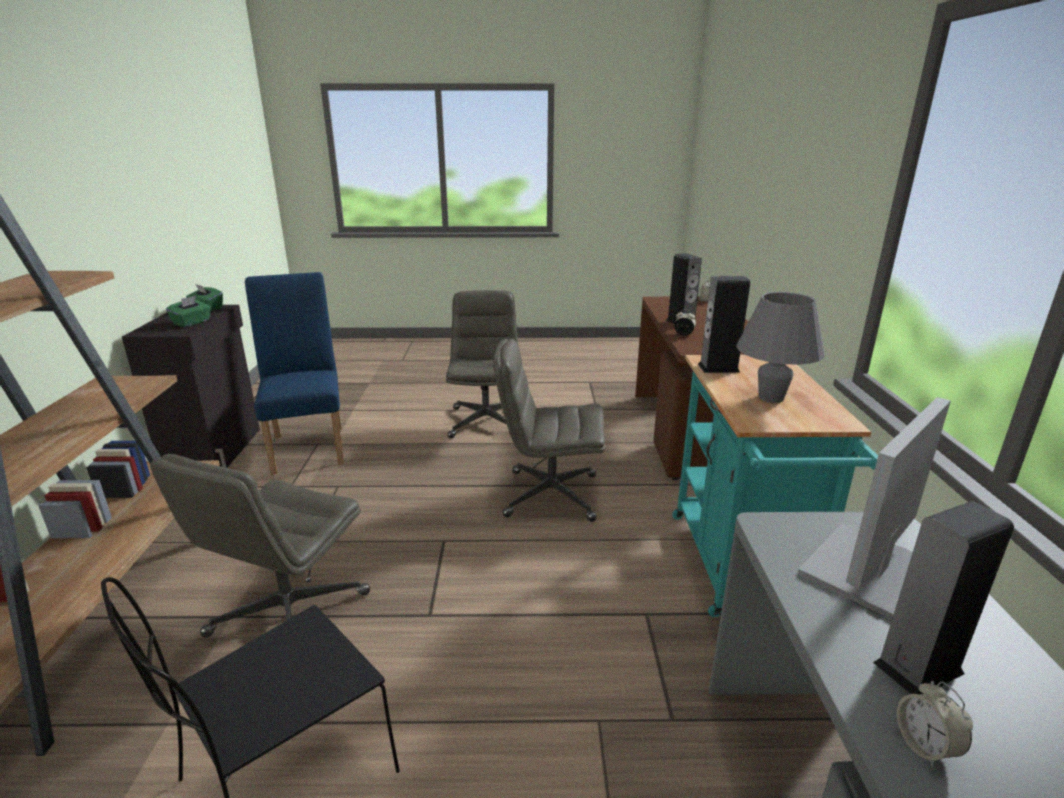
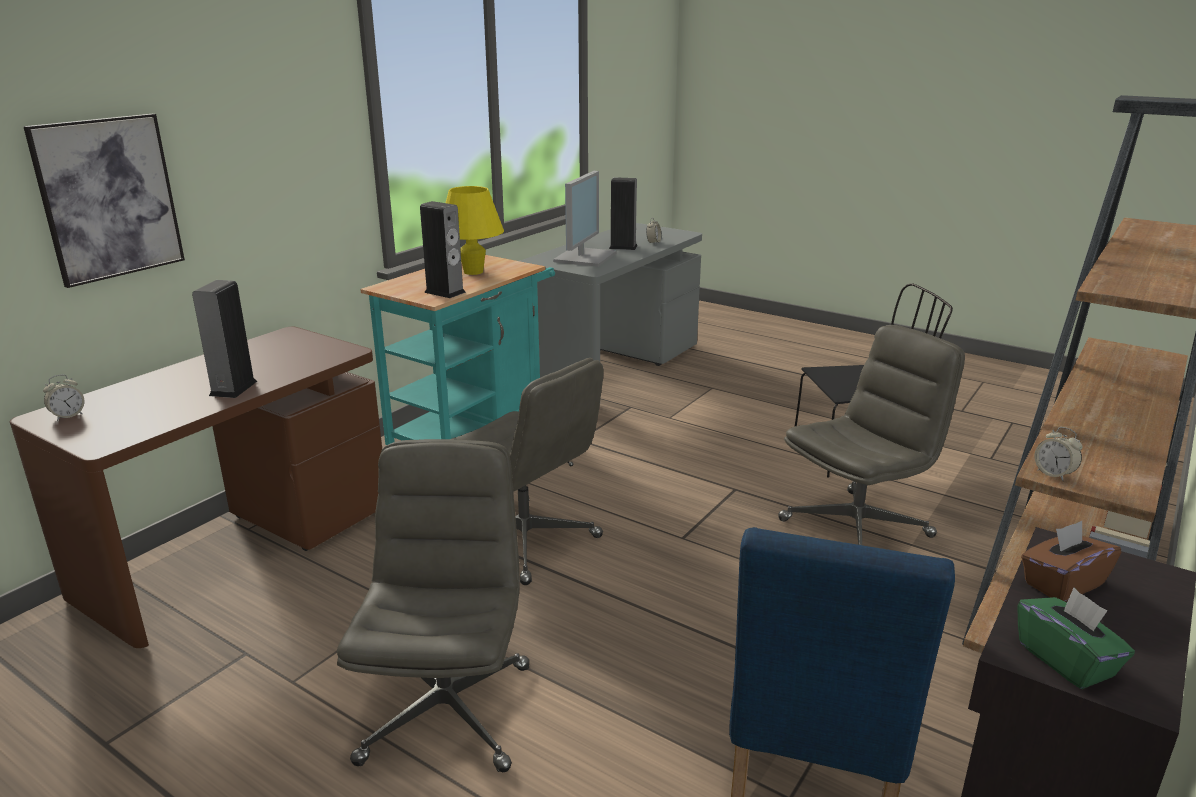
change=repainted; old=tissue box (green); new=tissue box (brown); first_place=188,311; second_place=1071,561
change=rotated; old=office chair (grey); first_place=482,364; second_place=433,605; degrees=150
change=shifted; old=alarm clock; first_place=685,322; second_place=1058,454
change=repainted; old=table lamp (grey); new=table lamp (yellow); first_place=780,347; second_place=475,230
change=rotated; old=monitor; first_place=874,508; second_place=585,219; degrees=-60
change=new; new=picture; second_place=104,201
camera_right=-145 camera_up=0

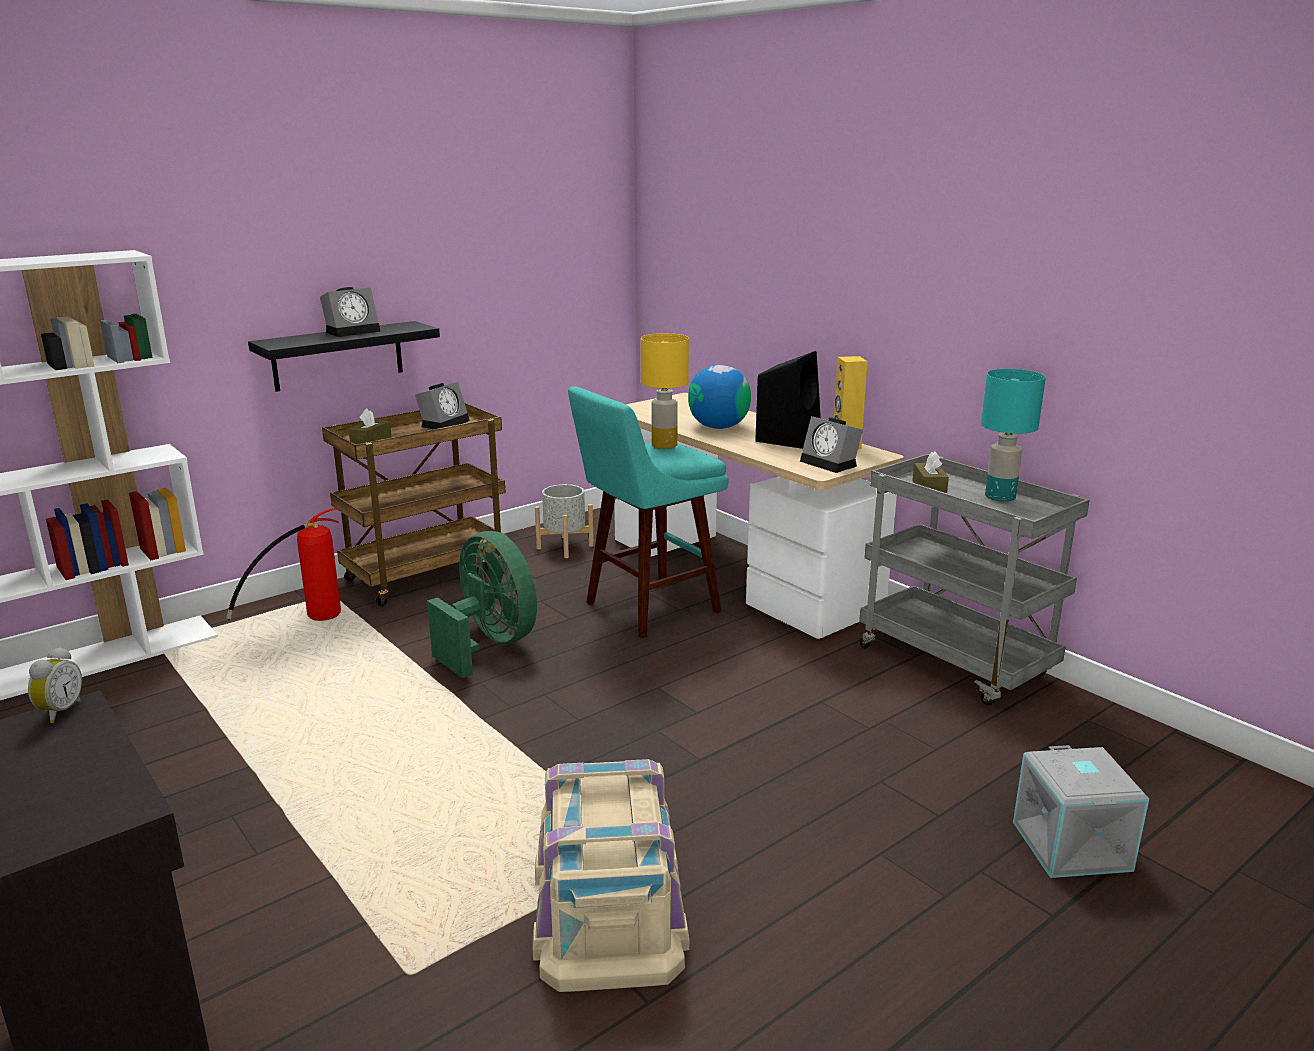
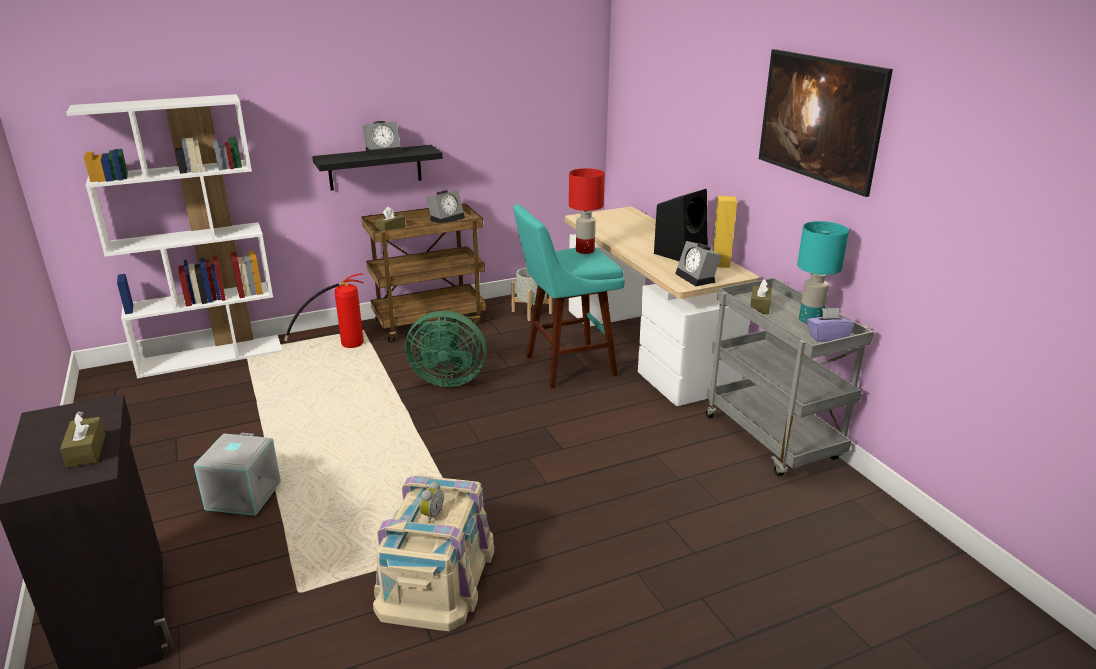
change=shifted; old=alarm clock; first_place=55,685; second_place=431,502
change=rotated; old=fan (green); first_place=482,604; second_place=446,349; degrees=120
change=repainted; old=table lamp (yellow); new=table lamp (red); first_place=665,391; second_place=587,211
change=gone; old=globe; first_place=719,397
change=shifted; old=storage box (grey); first_place=1081,811; second_place=237,474
change=new; new=tissue box (brown); second_place=83,439
change=new; new=picture; second_place=826,123
change=new; new=tissue box (purple); second_place=830,325
camera_right=15 camera_up=5

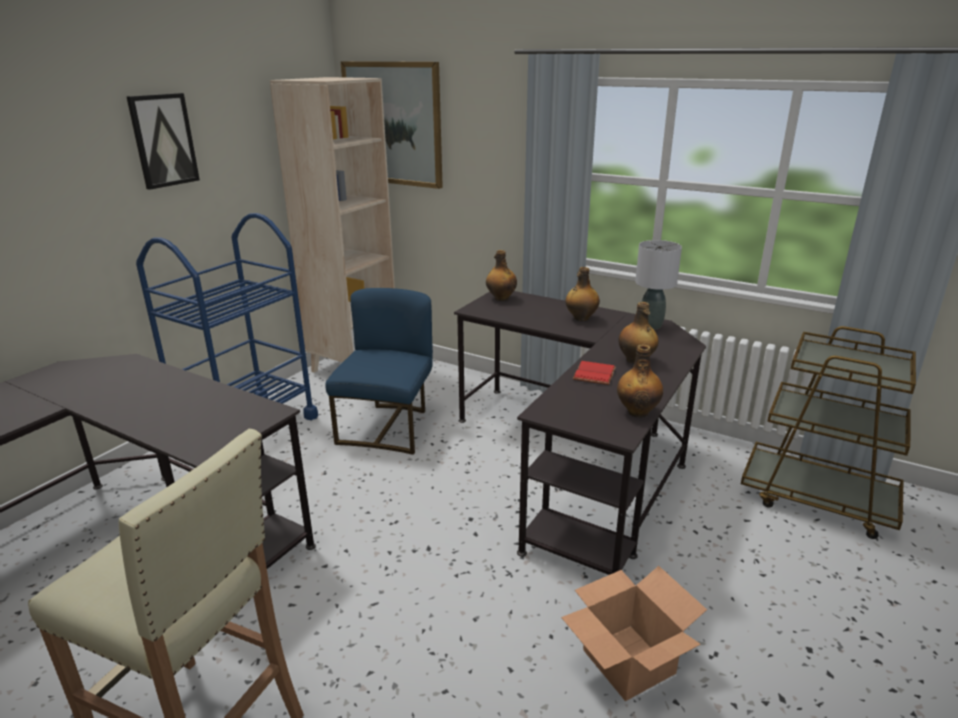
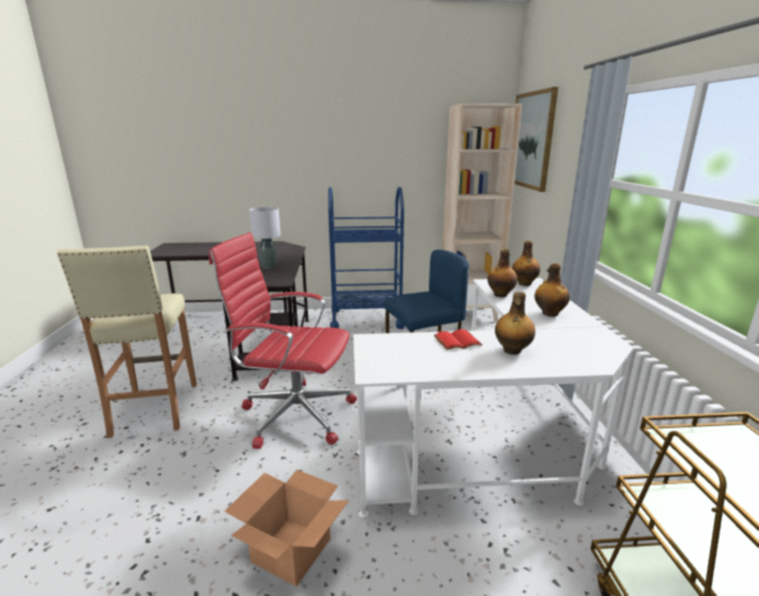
change=gone; old=picture; first_place=163,141
change=repainted; old=desk (black); new=desk (white); first_place=580,433; second_place=493,398
change=shifted; old=bottle; first_place=640,381; second_place=502,273
change=shifted; old=table lamp (grey); first_place=658,285; second_place=265,237
change=new; new=office chair (red); second_place=283,340
camera_right=55 camera_up=-5

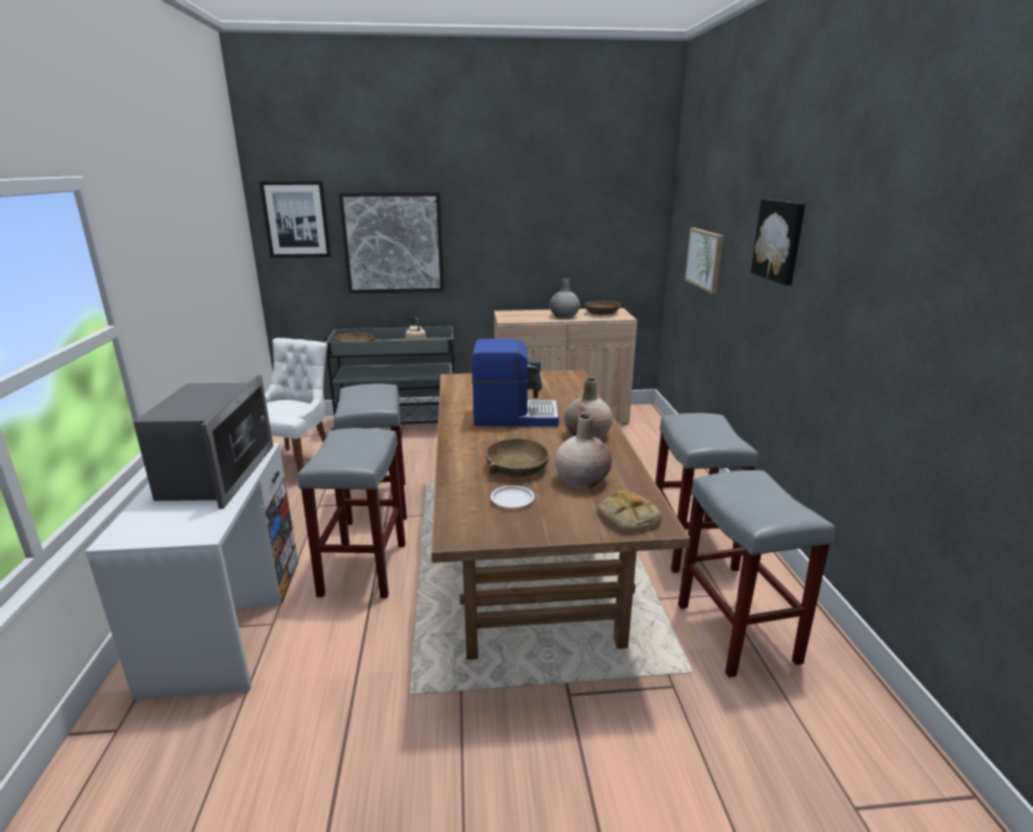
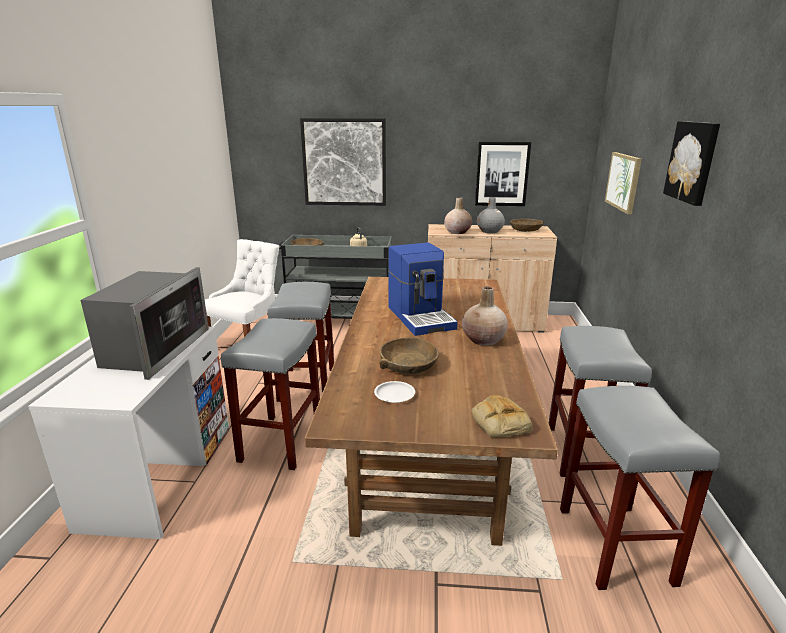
change=shifted; old=picture; first_place=295,219; second_place=503,174
change=rotated; old=coffee machine; first_place=515,382; second_place=423,289; degrees=60
change=shifted; old=vase (beige); first_place=583,452; second_place=458,215
camera_right=10 camera_up=0

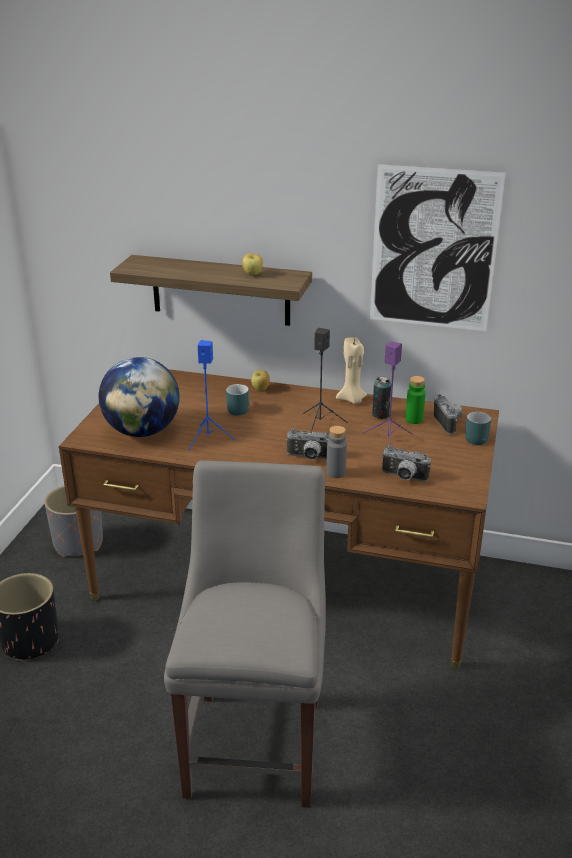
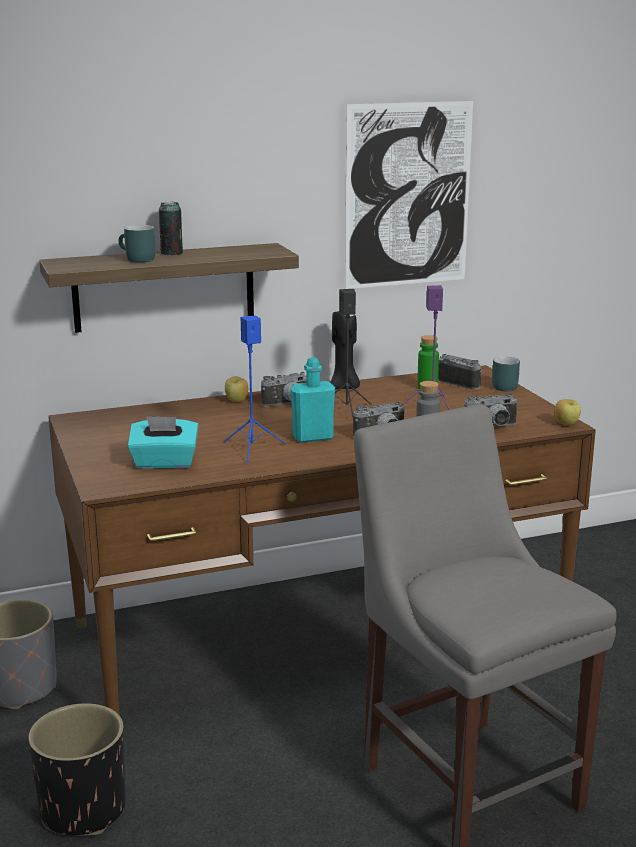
change=swapped; old=globe; new=tissue box (turquoise); first_place=139,397; second_place=163,442
change=shifted; old=mug (turquoise); first_place=237,400; second_place=137,244
change=shifted; old=apple; first_place=252,264; second_place=567,412
change=repainted; old=candle (beige); new=candle (black); first_place=351,370; second_place=345,350
change=shifted; old=can; first_place=381,398; second_place=171,228
change=new; new=photo camera; second_place=284,389
change=new; new=bottle (turquoise); second_place=313,400
camera_right=-35 camera_up=-10

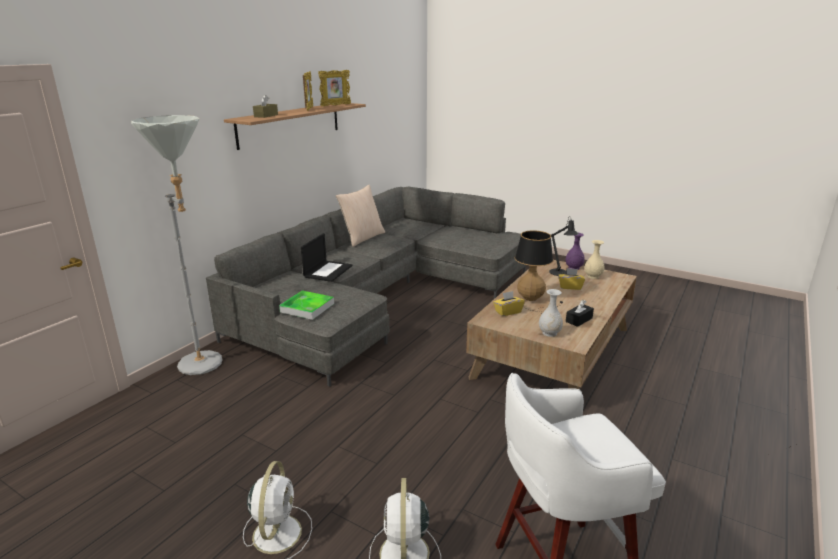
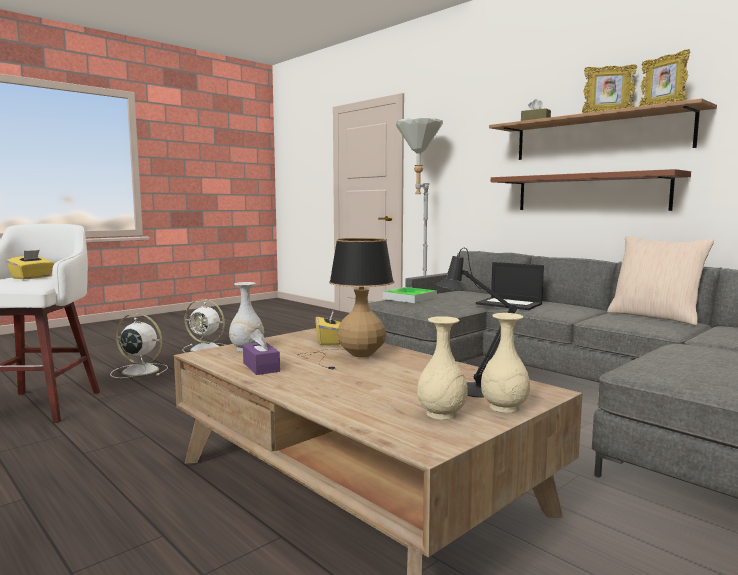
change=shifted; old=tissue box (yellow); first_place=571,279; second_place=30,264
change=repainted; old=vase (purple); new=vase (beige); first_place=575,251; second_place=505,363
change=repainted; old=tissue box (black); new=tissue box (purple); first_place=580,313; second_place=261,352
change=new; new=shelf (brown); second_place=591,190
camera_right=105 camera_up=-15

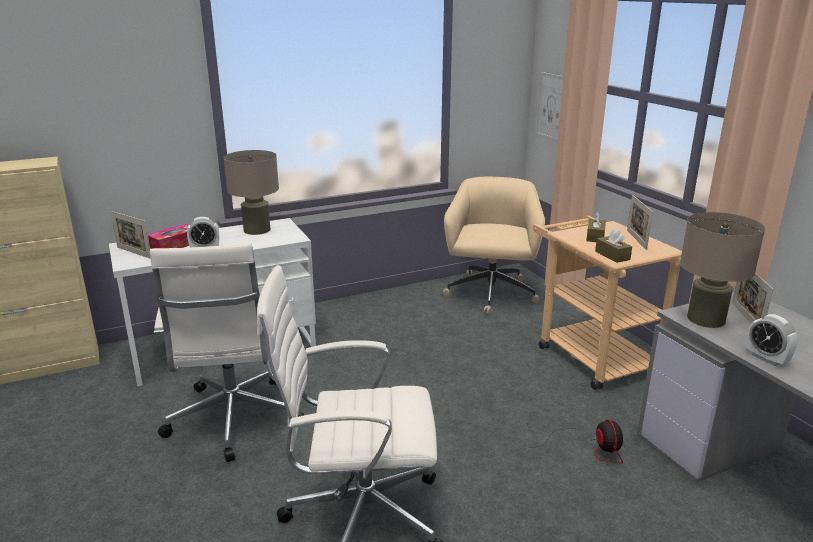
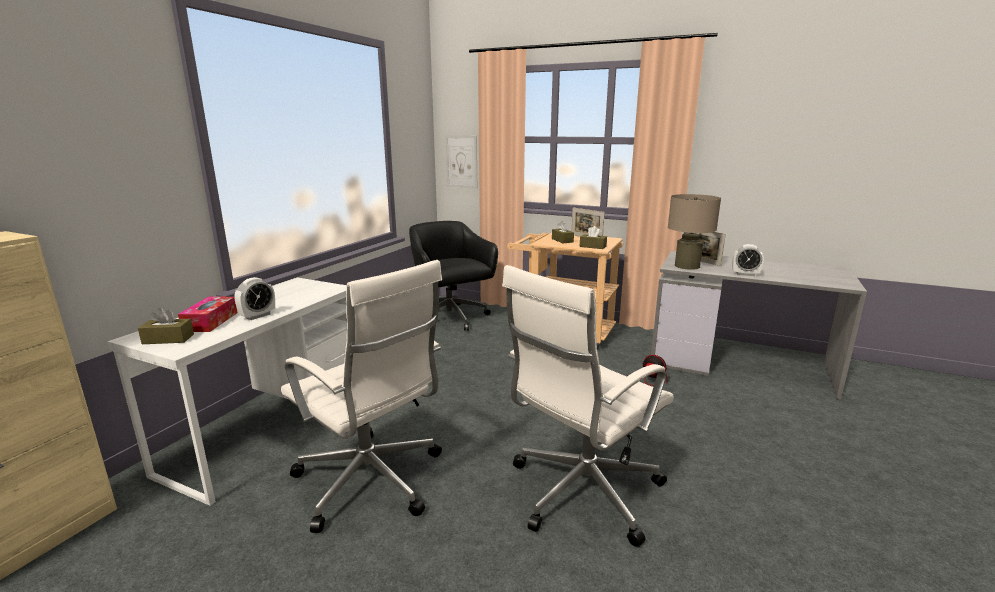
change=swapped; old=picture frame; new=tissue box (brown); first_place=130,234; second_place=166,325
change=gone; old=table lamp (beige); first_place=251,192
change=repainted; old=office chair (beige); new=office chair (black); first_place=494,245; second_place=453,276
camera_right=-40 camera_up=-5

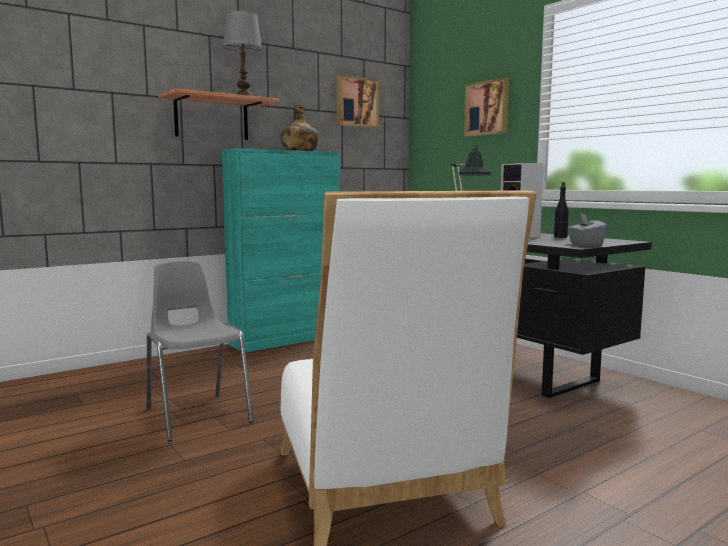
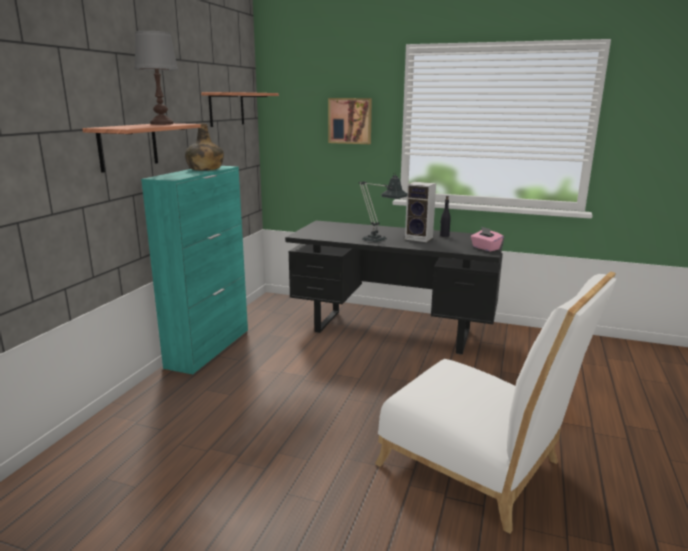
change=gone; old=chair (grey); first_place=200,351
change=swapped; old=picture; new=shelf; first_place=357,101; second_place=240,109
change=repainted; old=tissue box (grey); new=tissue box (pink); first_place=587,229; second_place=487,238
camera_right=-35 camera_up=10

